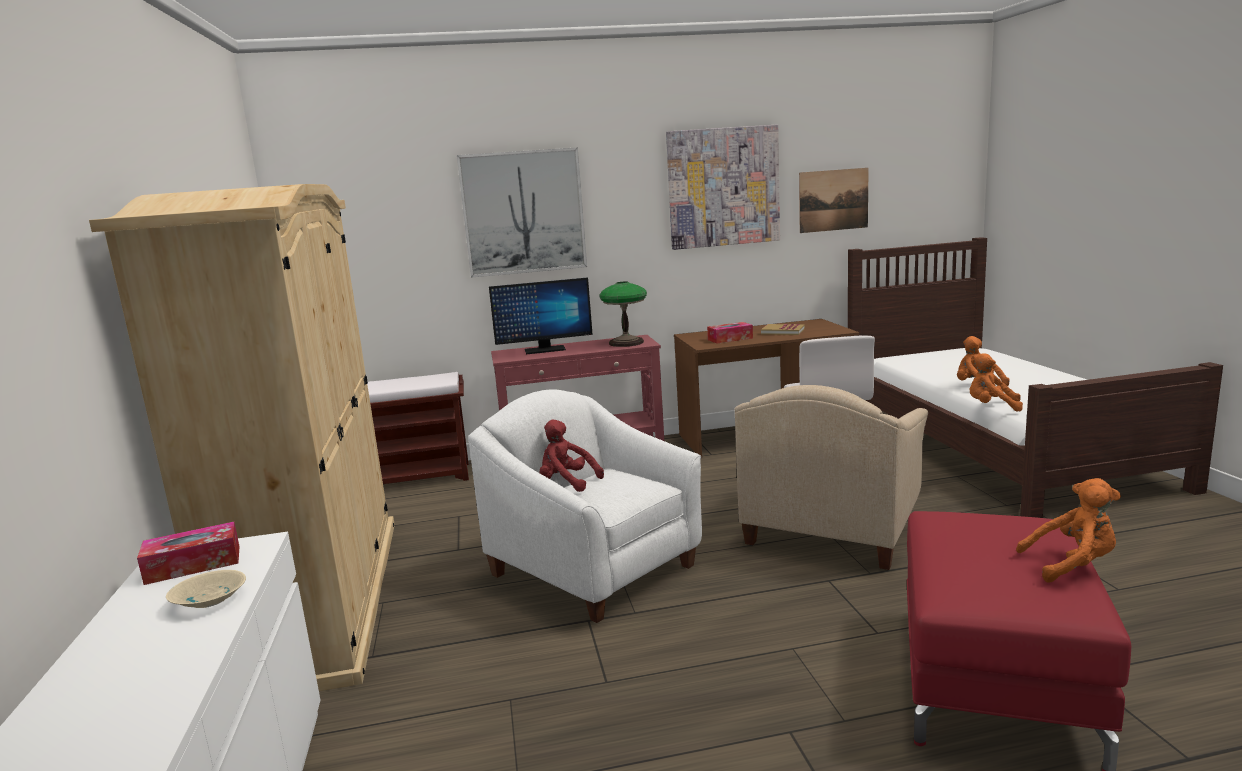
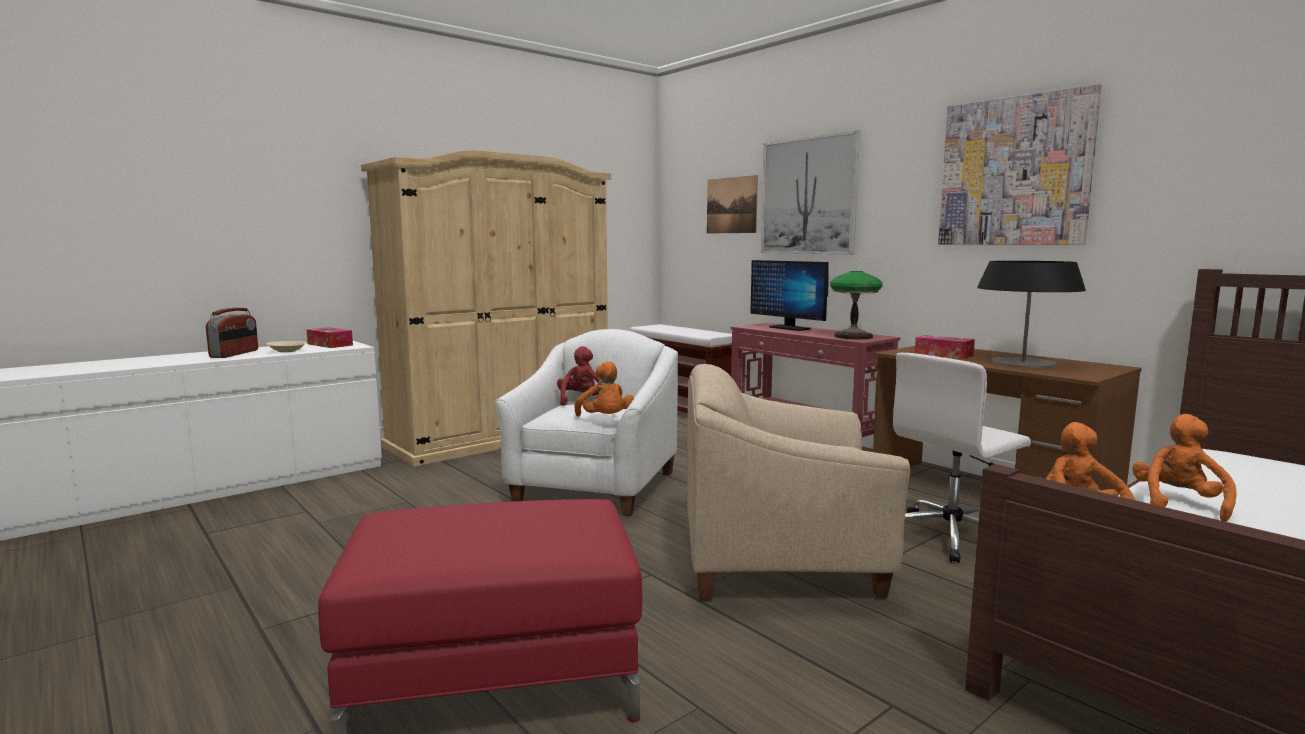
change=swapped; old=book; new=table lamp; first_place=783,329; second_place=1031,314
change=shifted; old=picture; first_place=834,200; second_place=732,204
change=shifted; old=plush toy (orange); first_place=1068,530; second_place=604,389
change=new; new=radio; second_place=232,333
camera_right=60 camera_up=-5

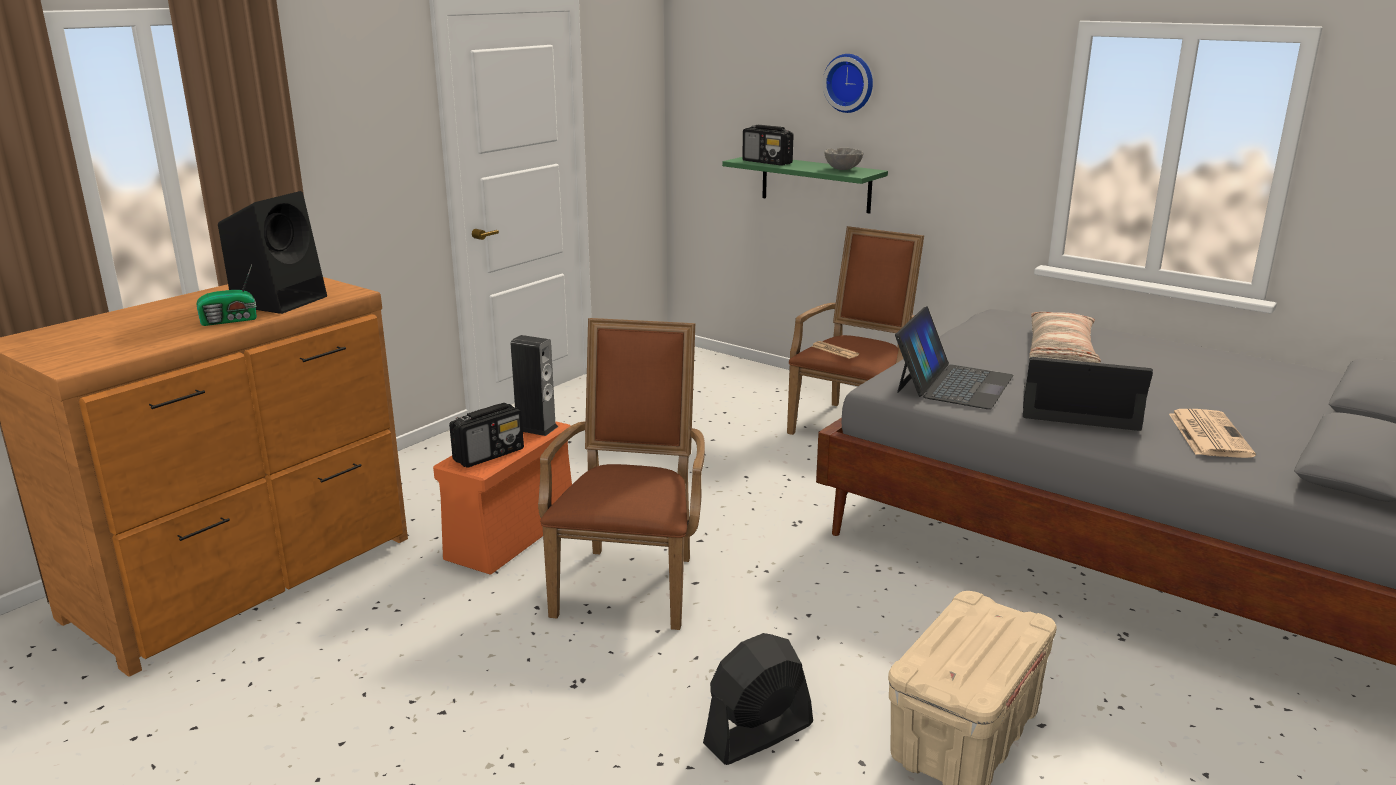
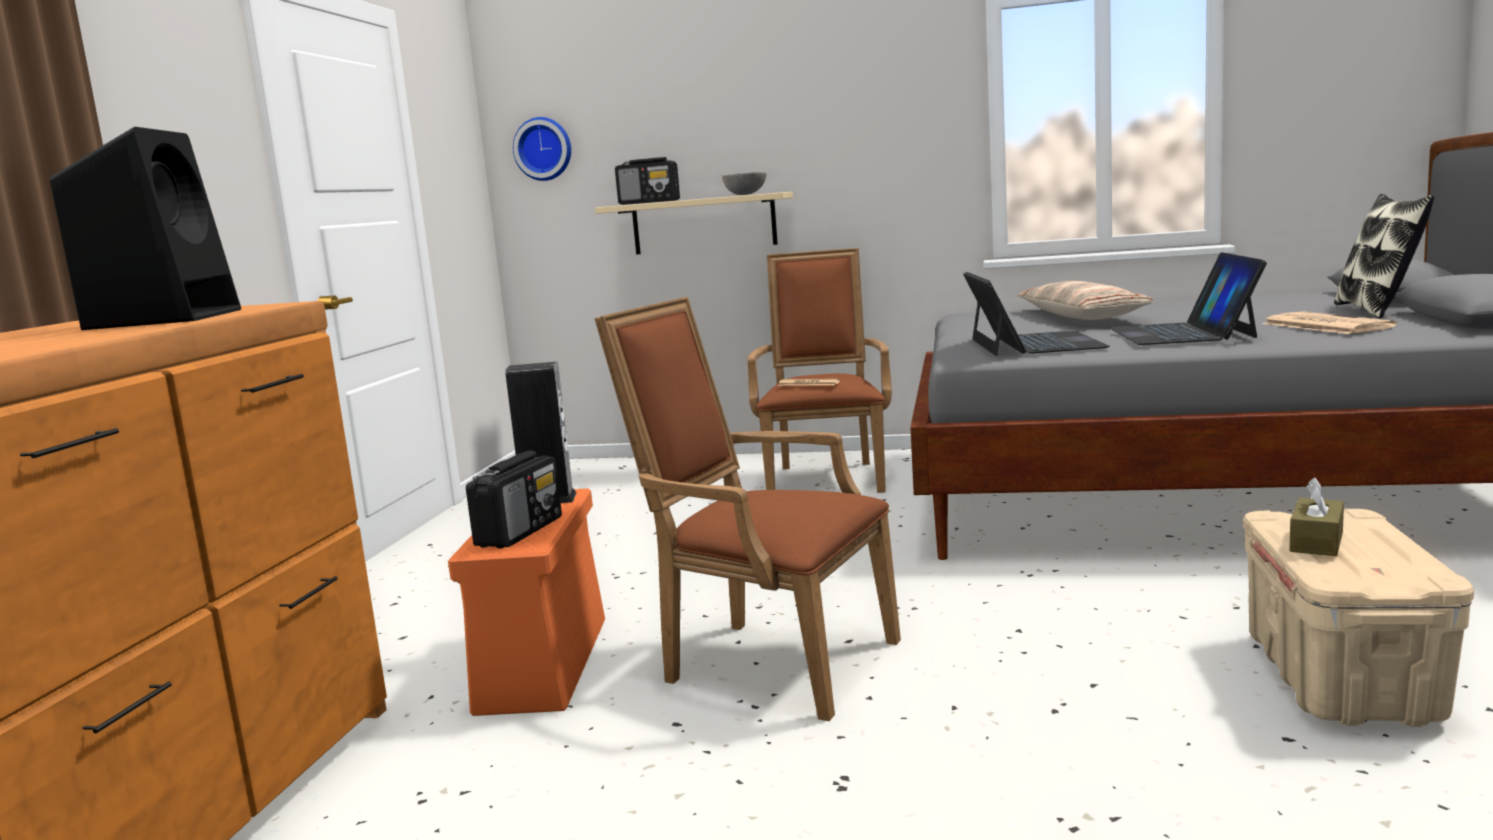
change=gone; old=radio; first_place=227,295
change=rotated; old=armchair (brown); first_place=621,474; second_place=748,509; degrees=-45
change=gone; old=fan (black); first_place=758,699
change=repainted; old=shelf (green); new=shelf (beige); first_place=805,185; second_place=694,223
change=shifted; old=wall clock; first_place=847,83; second_place=542,149
change=rotated; old=laptop; first_place=1088,394; second_place=1188,298; degrees=-75
change=new; new=tissue box (brown); second_place=1316,516
change=new; new=pillow; second_place=1384,256
camera_right=-25 camera_up=-10

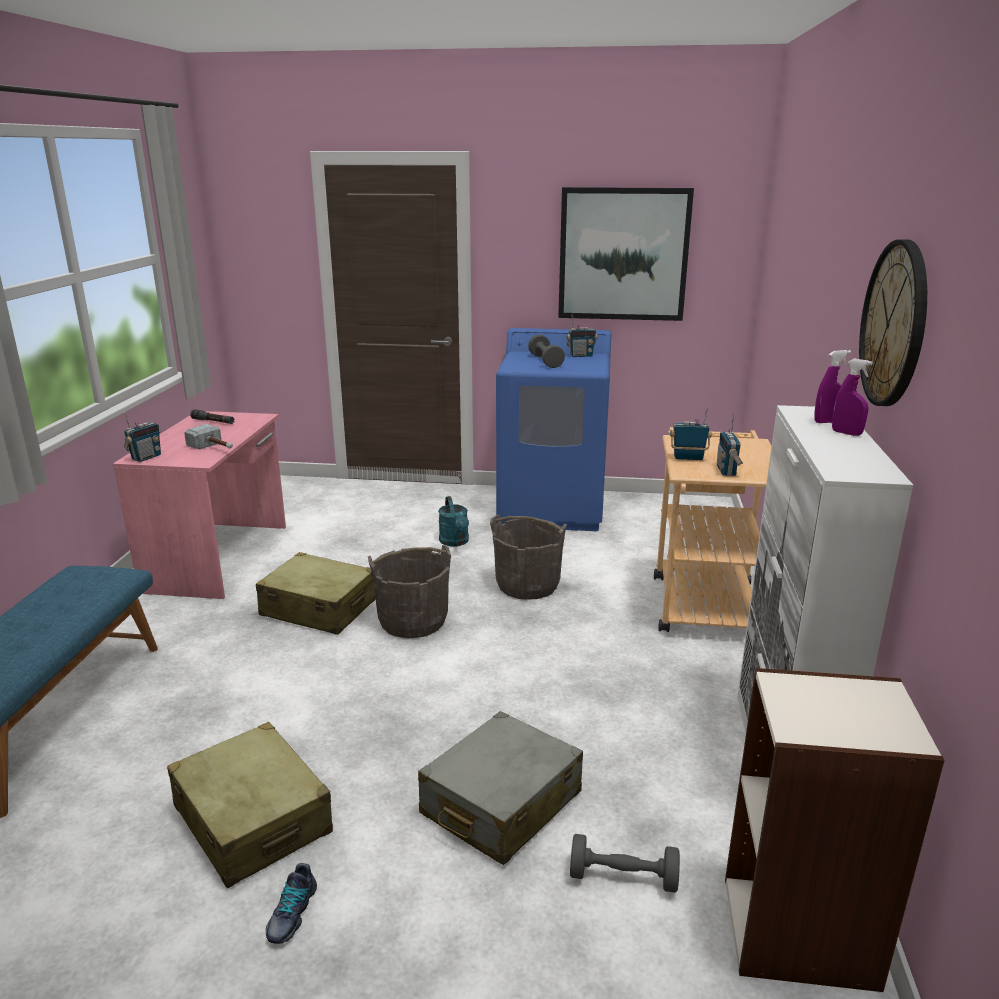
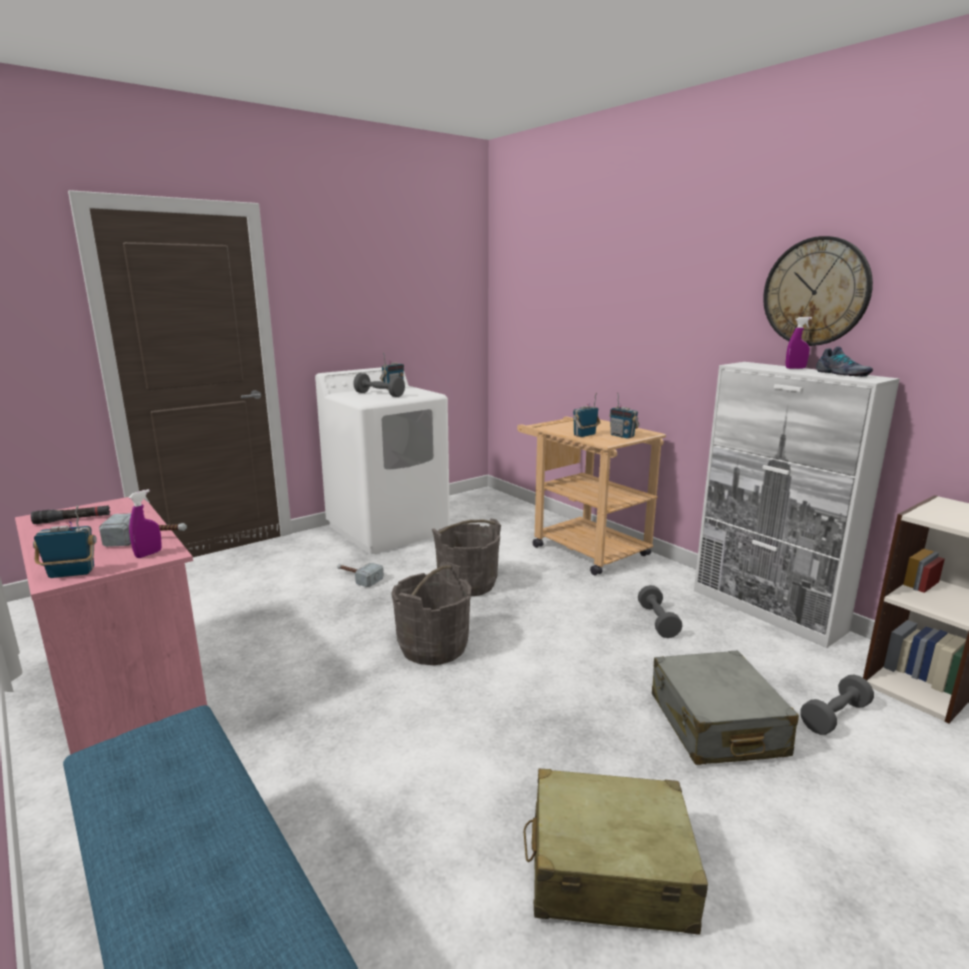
change=rotated; old=radio; first_place=142,437; second_place=65,542; degrees=-90
change=gone; old=suitcase (beige); first_place=316,593
change=shifted; old=shoe; first_place=291,903; second_place=844,361
change=swapped; old=watering can (turquoise); new=hammer; first_place=453,521; second_place=360,575
change=repainted; old=washing machine (blue); new=washing machine (white); first_place=554,429; second_place=382,460
change=gone; old=picture; first_place=626,254
change=shifted; old=spray bottle (purple); first_place=832,386; second_place=145,523
change=new; new=dumbbell (grey); second_place=660,611
camera_right=-45 camera_up=-5

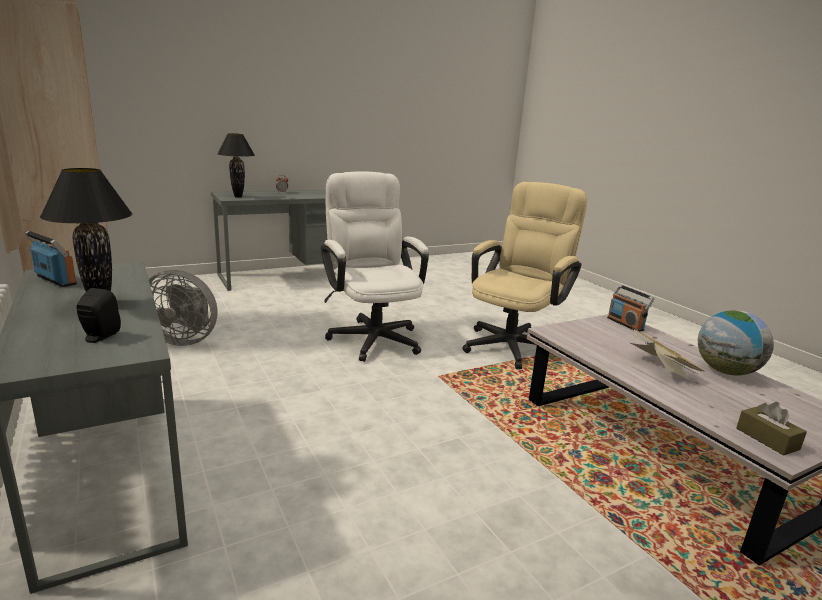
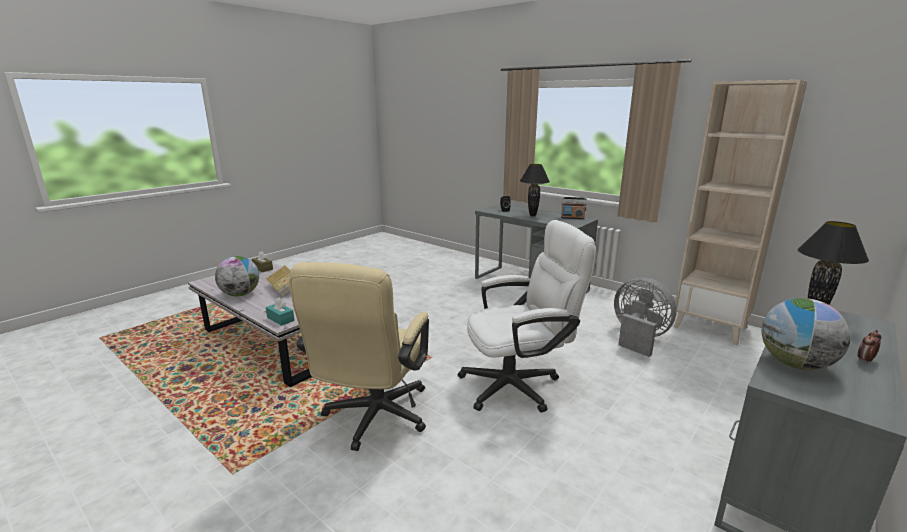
change=rotated; old=fan (grey); first_place=183,308; second_place=645,317; degrees=60
change=rotated; old=office chair (white); first_place=375,267; second_place=527,316; degrees=-60
change=swapped; old=radio; new=tissue box (turquoise); first_place=630,308; second_place=280,312
change=new; new=globe; second_place=806,334
camera_right=160 camera_up=0

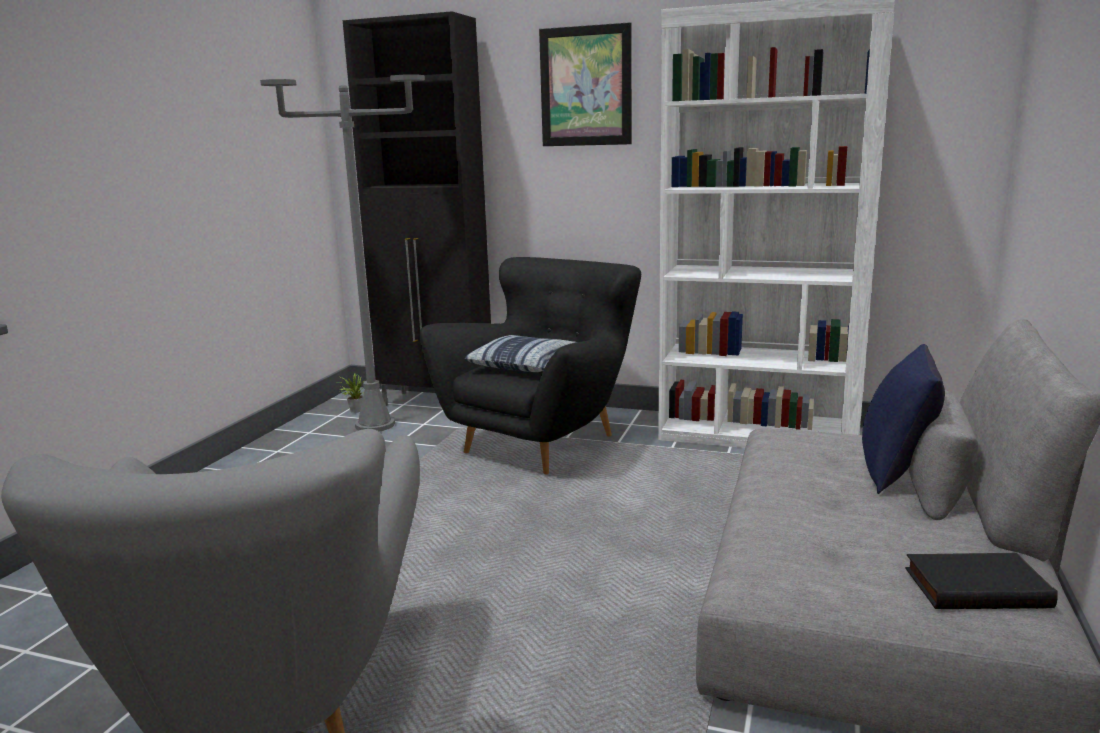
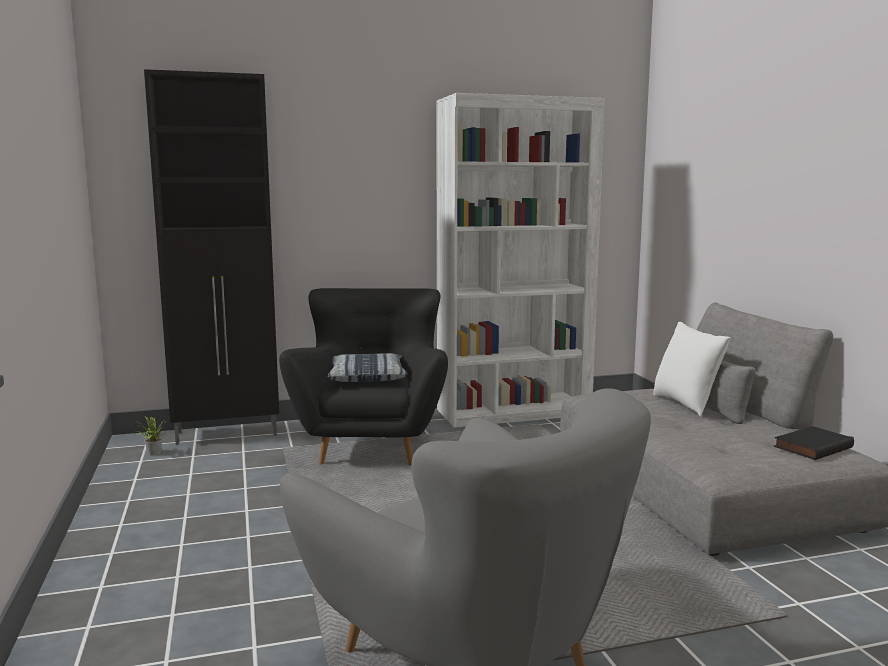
change=gone; old=floor lamp (grey); first_place=342,252
change=gone; old=picture; first_place=585,84
change=repainted; old=pillow (blue); new=pillow (white); first_place=903,419; second_place=691,369
camera_right=-35 camera_up=-5

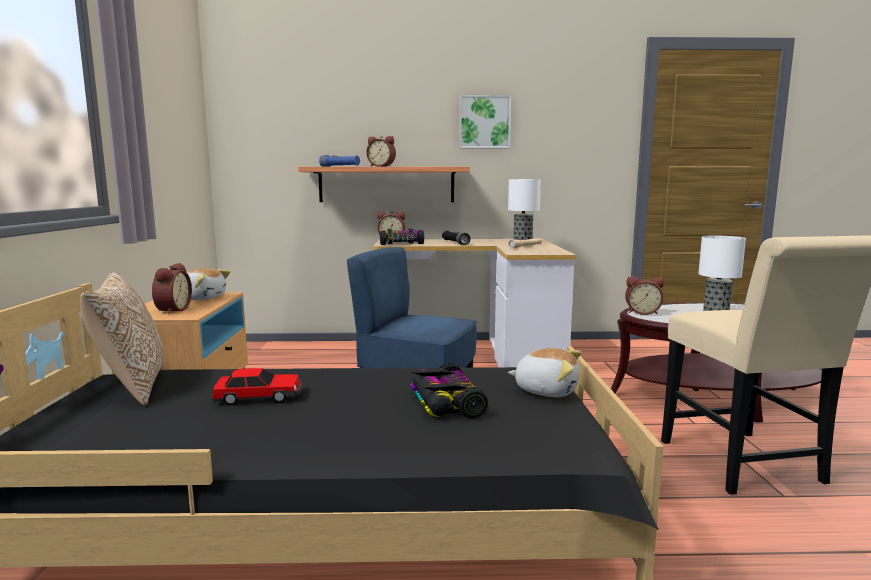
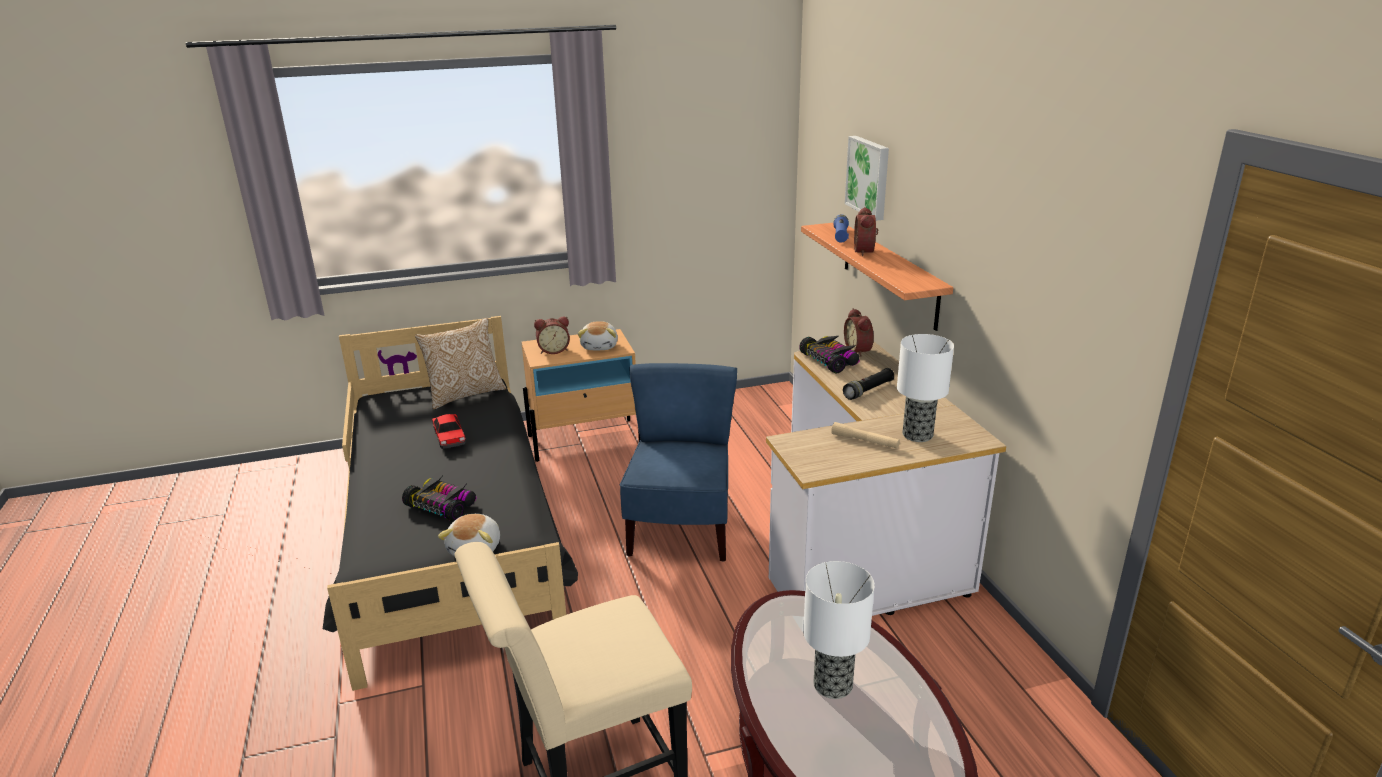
change=rotated; old=toy car; first_place=449,390; second_place=439,498; degrees=60
change=shifted; old=picture; first_place=485,122; second_place=867,178
change=gone; old=alarm clock; first_place=644,296
camera_right=75 camera_up=15

